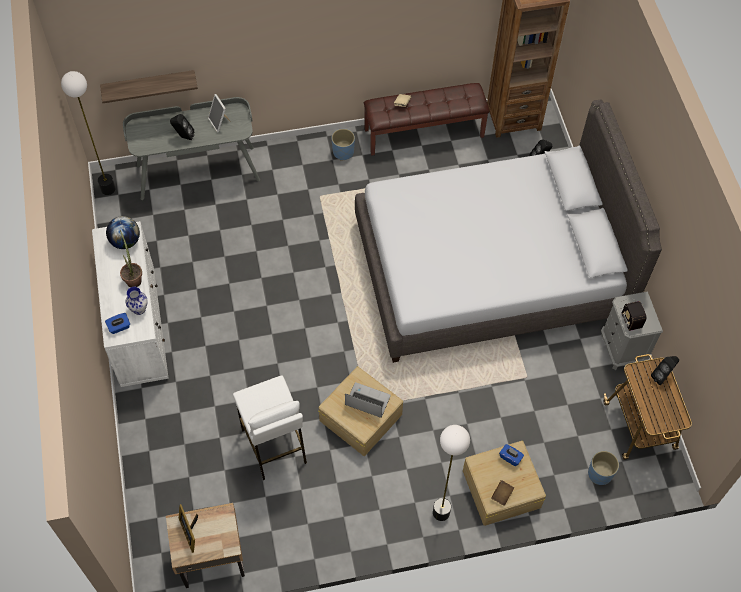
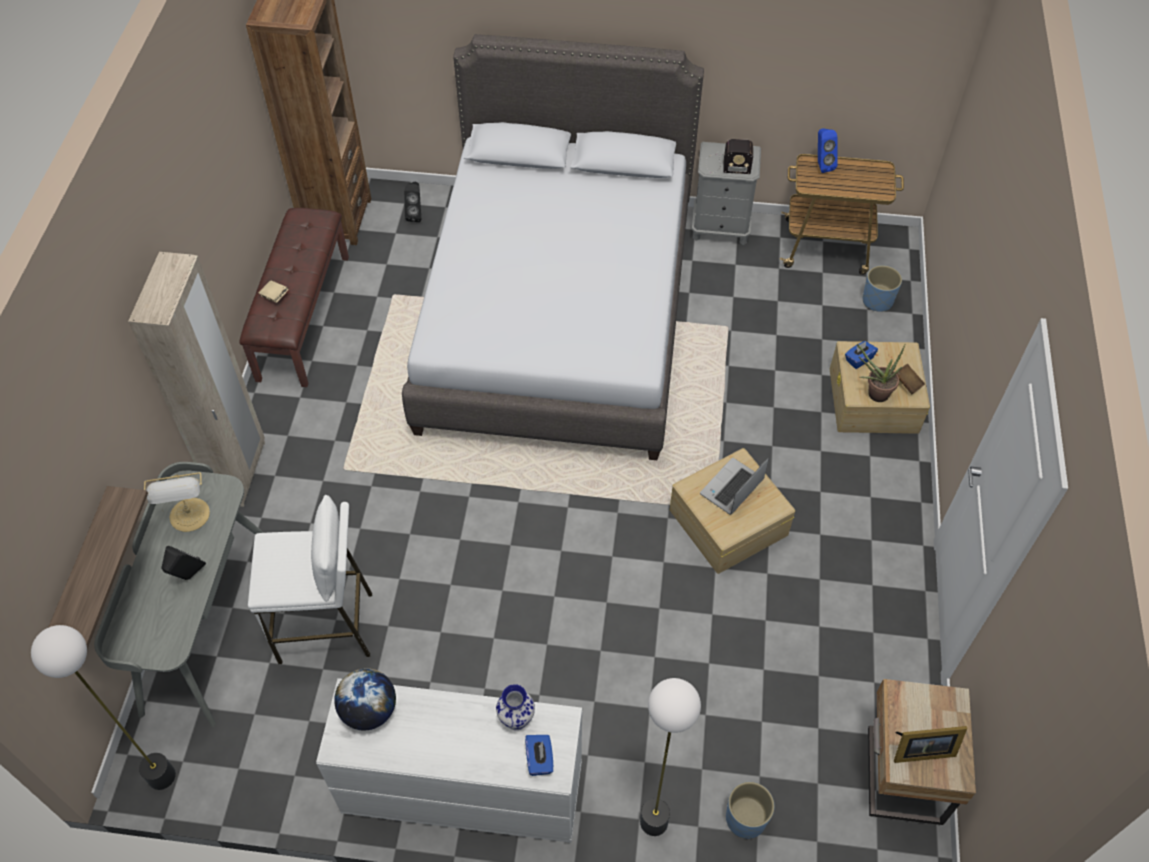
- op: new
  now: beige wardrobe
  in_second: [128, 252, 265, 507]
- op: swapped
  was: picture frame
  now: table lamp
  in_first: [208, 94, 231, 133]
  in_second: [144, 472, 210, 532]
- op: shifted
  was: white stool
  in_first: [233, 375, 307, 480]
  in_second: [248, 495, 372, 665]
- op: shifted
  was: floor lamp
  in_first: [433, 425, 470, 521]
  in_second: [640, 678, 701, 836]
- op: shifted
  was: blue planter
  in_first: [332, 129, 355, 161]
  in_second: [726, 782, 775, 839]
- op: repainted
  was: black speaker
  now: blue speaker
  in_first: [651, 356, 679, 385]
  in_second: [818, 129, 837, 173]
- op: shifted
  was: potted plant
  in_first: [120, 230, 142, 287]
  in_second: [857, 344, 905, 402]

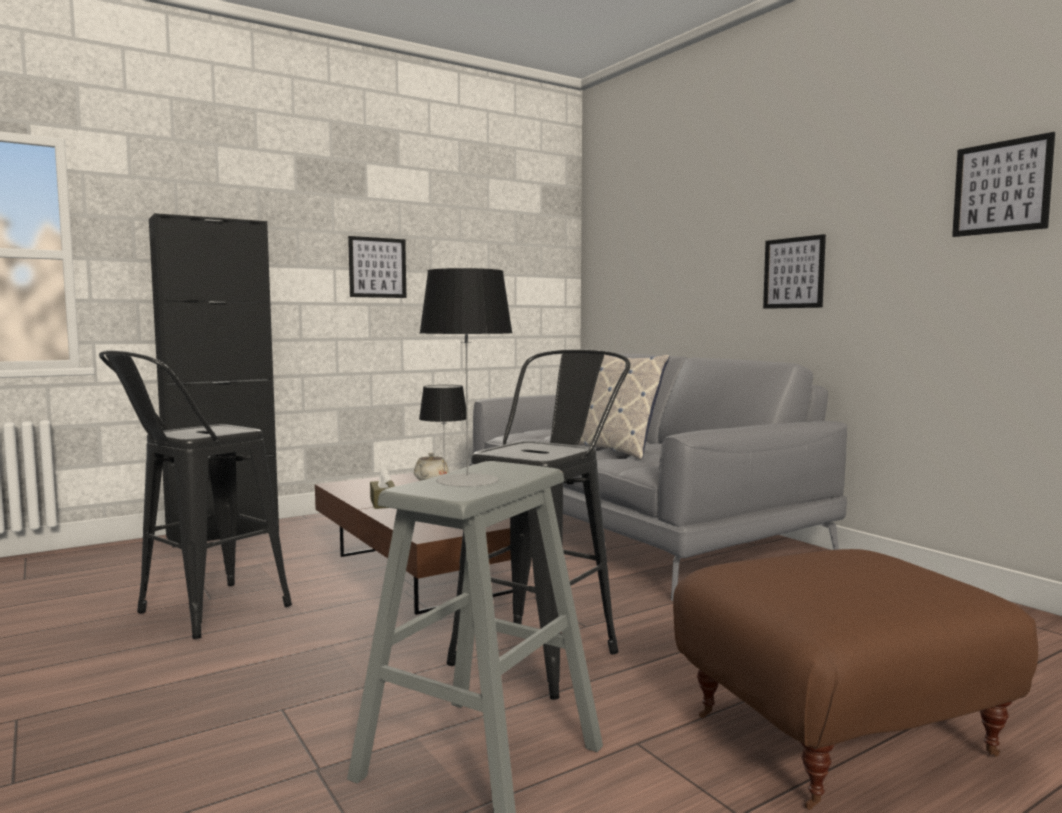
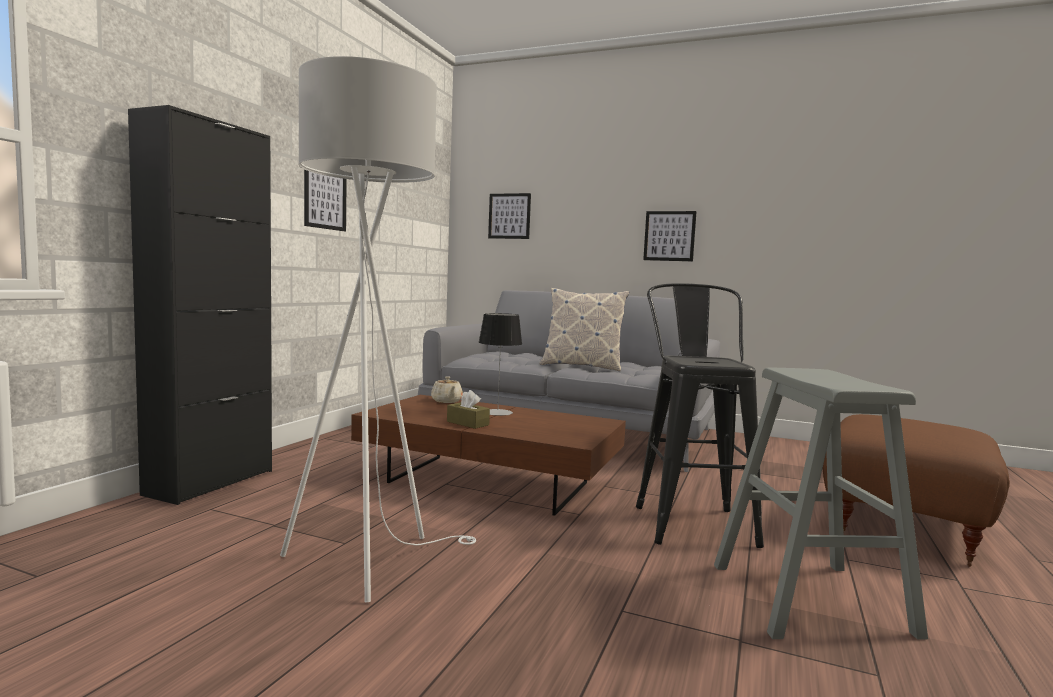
- op: swapped
  was: black stool
  now: white floor lamp
  in_first: [99, 350, 292, 639]
  in_second: [280, 56, 476, 603]
- op: shifted
  was: picture
  in_first: [952, 132, 1055, 237]
  in_second: [488, 193, 531, 239]
- op: gone
  was: table lamp
  in_first: [419, 268, 513, 487]

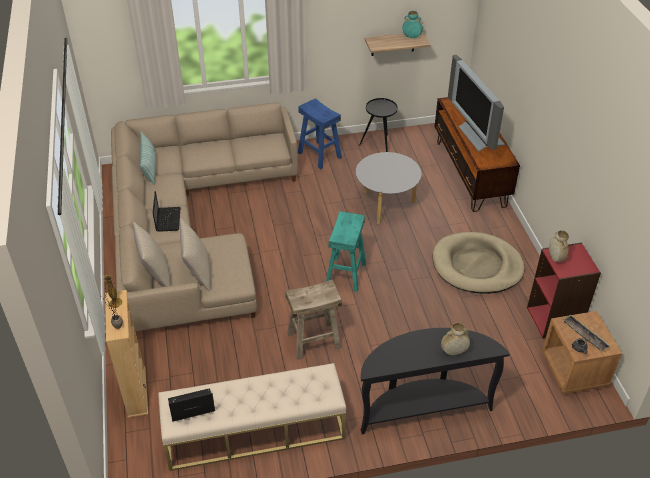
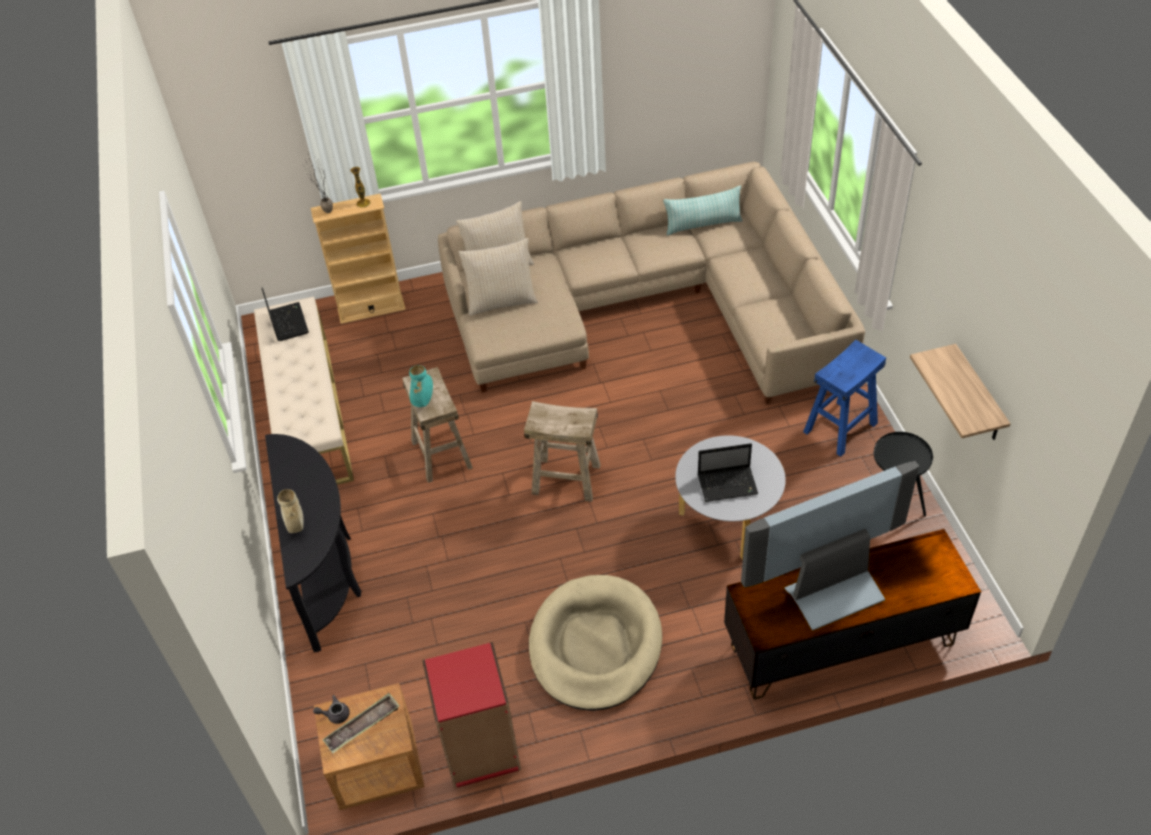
- op: shifted
  was: turquoise vase
  in_first: [402, 11, 423, 38]
  in_second: [409, 365, 433, 407]
- op: repainted
  was: turquoise stool
  now: beige stool
  in_first: [326, 211, 366, 292]
  in_second: [524, 401, 601, 502]
- op: shifted
  was: laptop
  in_first: [153, 191, 181, 232]
  in_second: [698, 443, 758, 502]
- op: gone
  was: beige vase
  in_first: [549, 230, 569, 262]

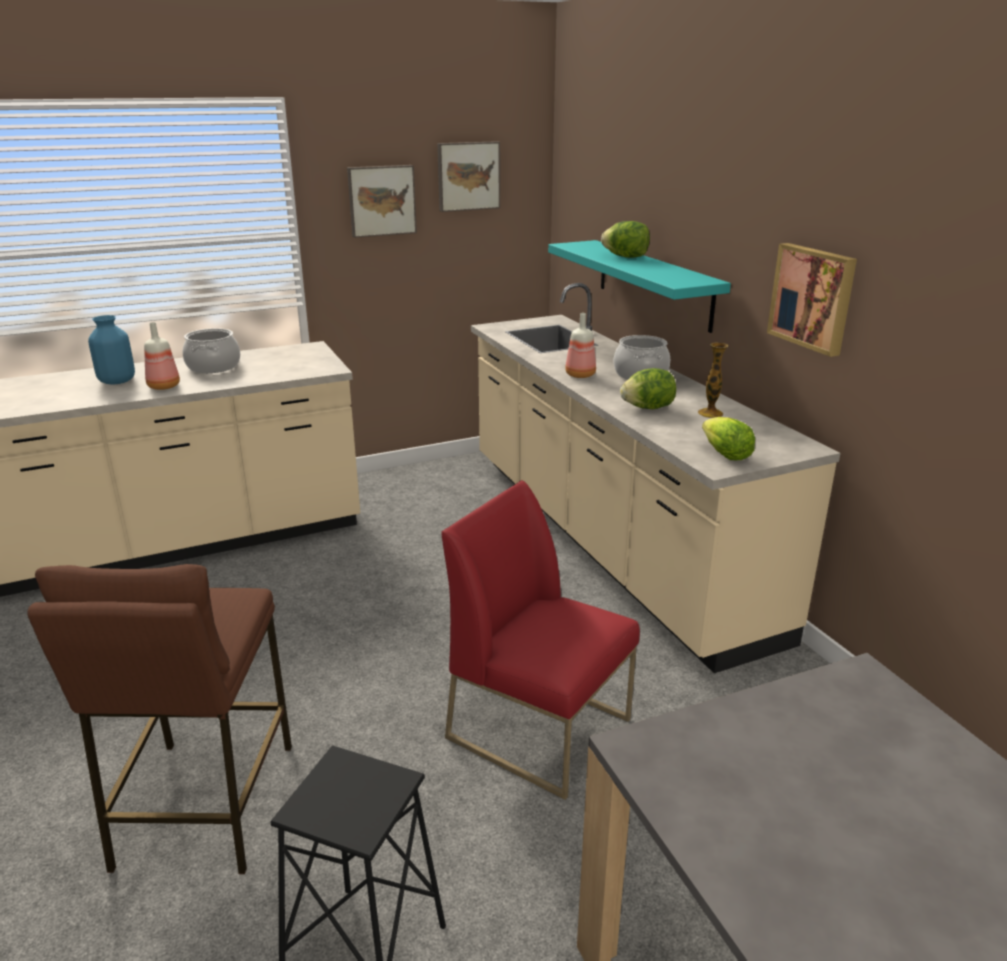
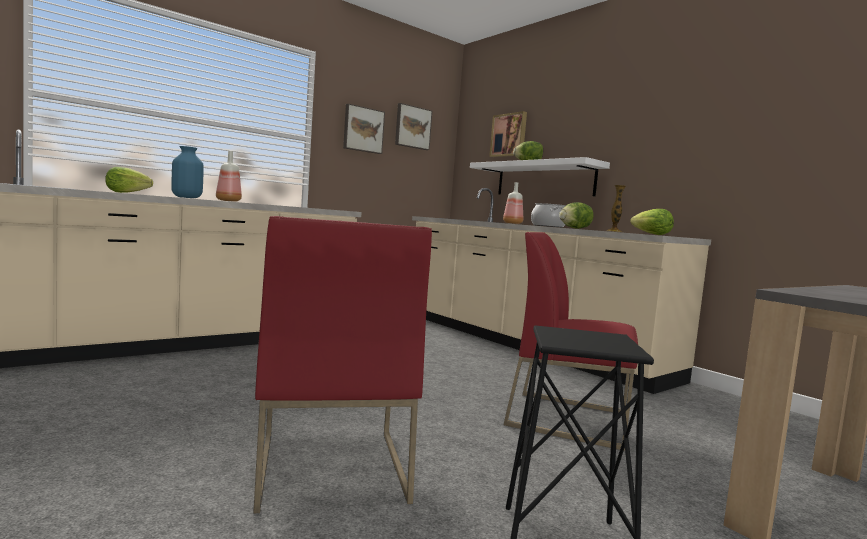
- op: new
  now: lettuce
  in_second: [106, 167, 153, 193]
- op: swapped
  was: brown stool
  now: red chair
  in_first: [27, 564, 292, 874]
  in_second: [254, 216, 432, 513]
- op: repainted
  was: turquoise shelf
  now: white shelf
  in_first: [548, 240, 731, 333]
  in_second: [470, 157, 610, 196]
- op: shifted
  was: picture
  in_first: [767, 243, 857, 357]
  in_second: [489, 111, 527, 157]
- op: gone
  was: cooking pot
  in_first: [183, 328, 240, 373]

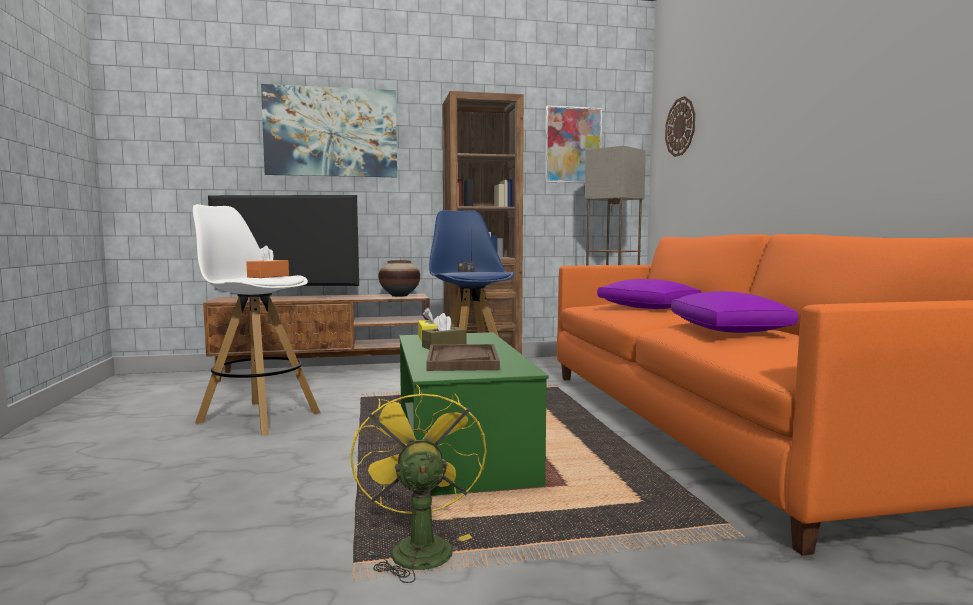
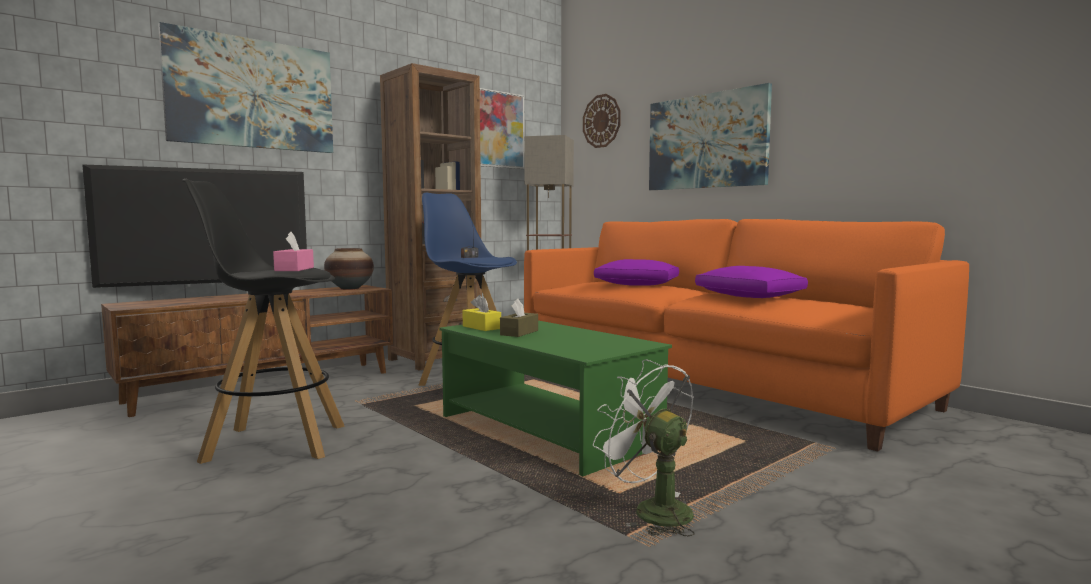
- op: repainted
  was: white stool
  now: black stool
  in_first: [193, 204, 320, 435]
  in_second: [182, 179, 345, 464]
- op: repainted
  was: orange tissue box
  now: pink tissue box
  in_first: [246, 245, 289, 278]
  in_second: [273, 232, 314, 271]
- op: repainted
  was: yellow fan
  now: white fan
  in_first: [351, 385, 487, 583]
  in_second: [593, 359, 695, 537]
- op: new
  now: picture
  in_second: [649, 83, 772, 190]
- op: gone
  was: brown tray
  in_first: [426, 344, 500, 371]

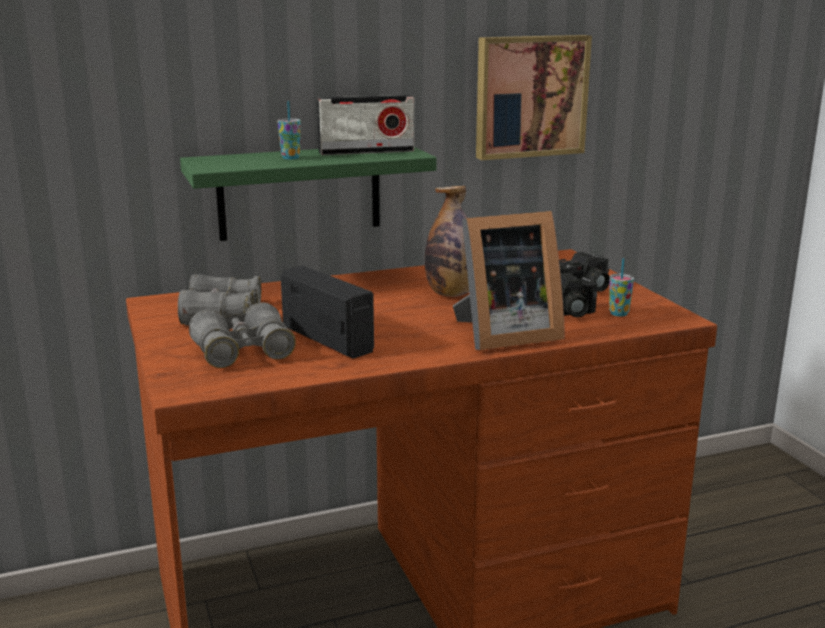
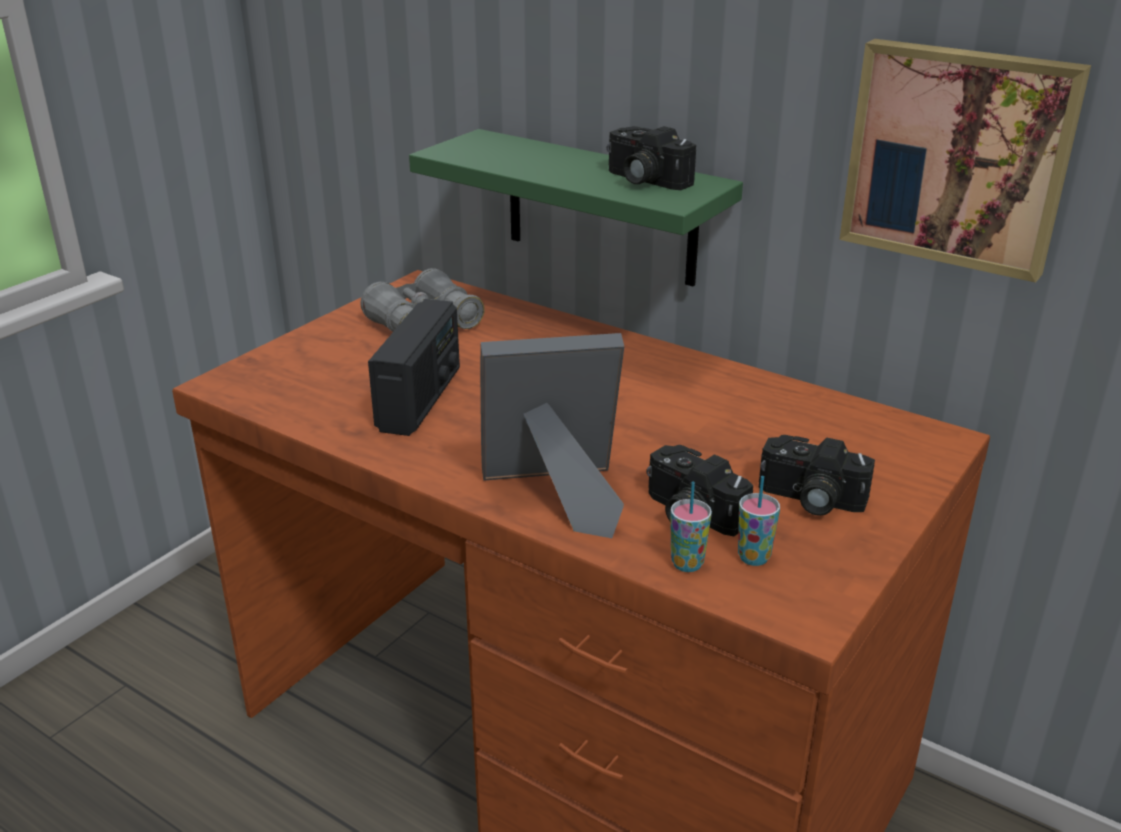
- op: rotated
  was: picture frame
  in_first: [453, 211, 564, 350]
  in_second: [480, 333, 624, 538]
  clockwise: 135
- op: swapped
  was: radio
  now: photo camera
  in_first: [317, 95, 414, 155]
  in_second: [607, 126, 696, 190]
- op: shifted
  was: cup
  in_first: [278, 101, 301, 160]
  in_second: [670, 482, 712, 572]
- op: gone
  was: grey binoculars
  in_first: [189, 302, 296, 368]
- op: gone
  was: bottle
  in_first: [425, 186, 469, 297]

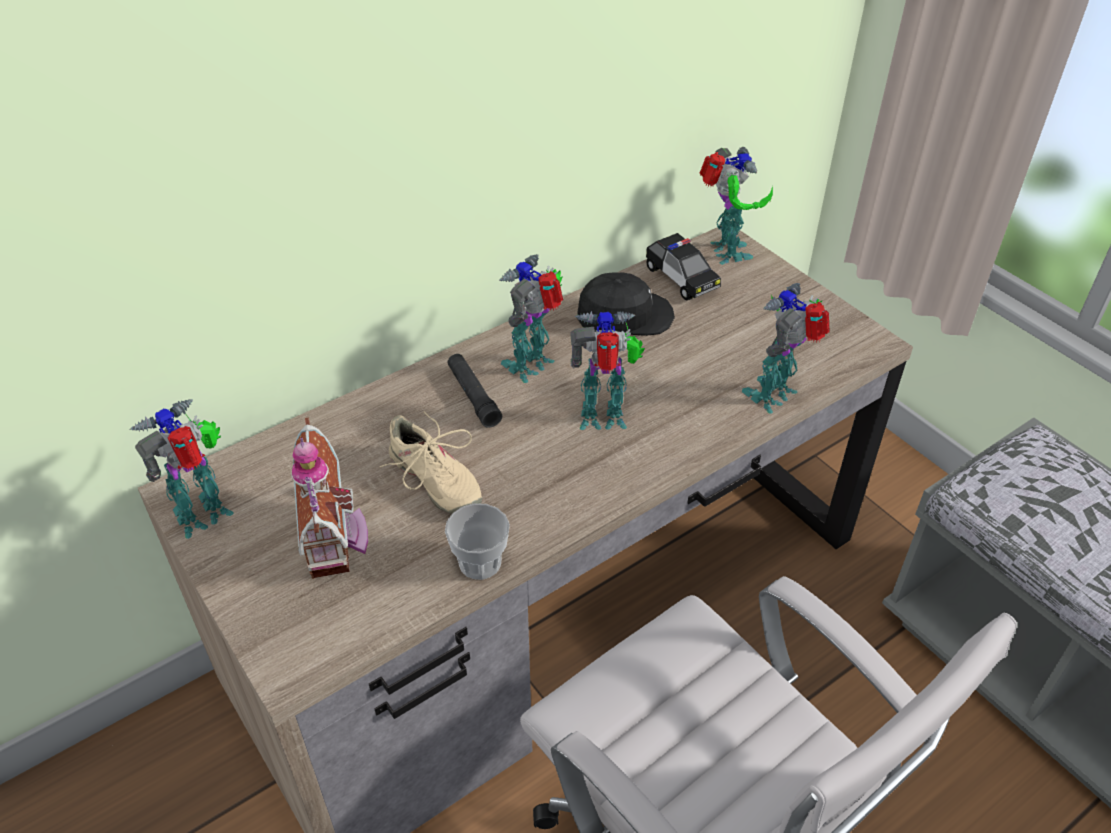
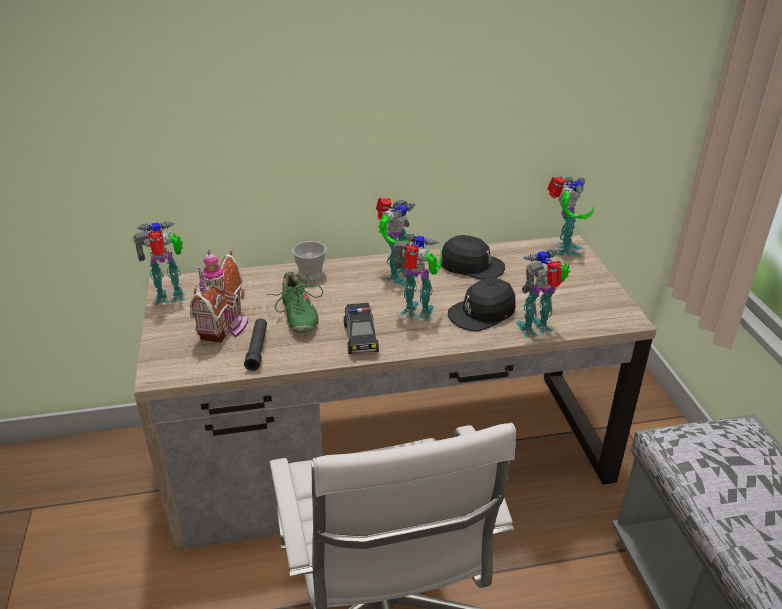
- op: shifted
  was: black flashlight
  in_first: [448, 354, 502, 428]
  in_second: [244, 318, 267, 371]
- op: repainted
  was: beige shoe
  now: green shoe
  in_first: [380, 412, 482, 514]
  in_second: [267, 271, 323, 333]
- op: shifted
  was: cup
  in_first: [445, 503, 510, 580]
  in_second: [292, 241, 326, 281]
- op: shifted
  was: toy car
  in_first: [646, 233, 721, 300]
  in_second: [344, 303, 379, 354]
- op: rotated
  was: toy robot
  in_first: [499, 254, 563, 383]
  in_second: [376, 198, 418, 286]
  clockwise: 150
- op: new
  now: black cap
  in_second: [448, 278, 516, 332]

